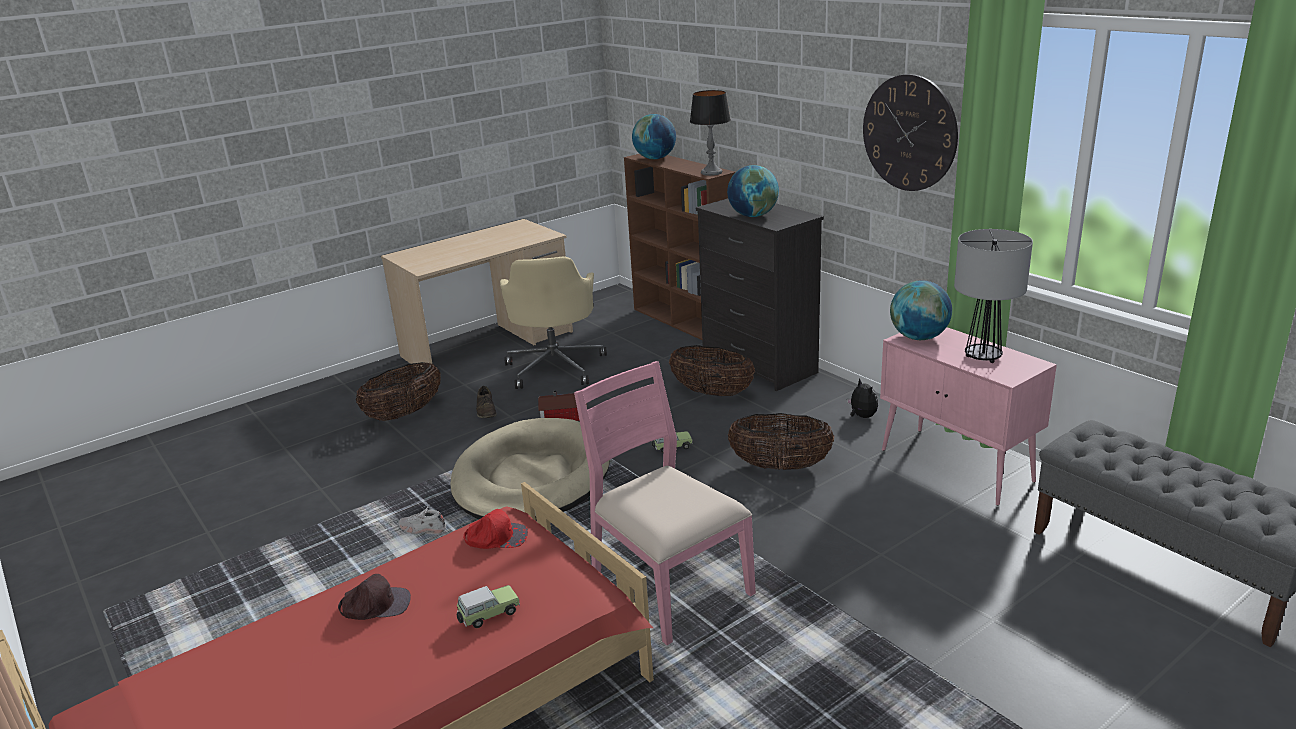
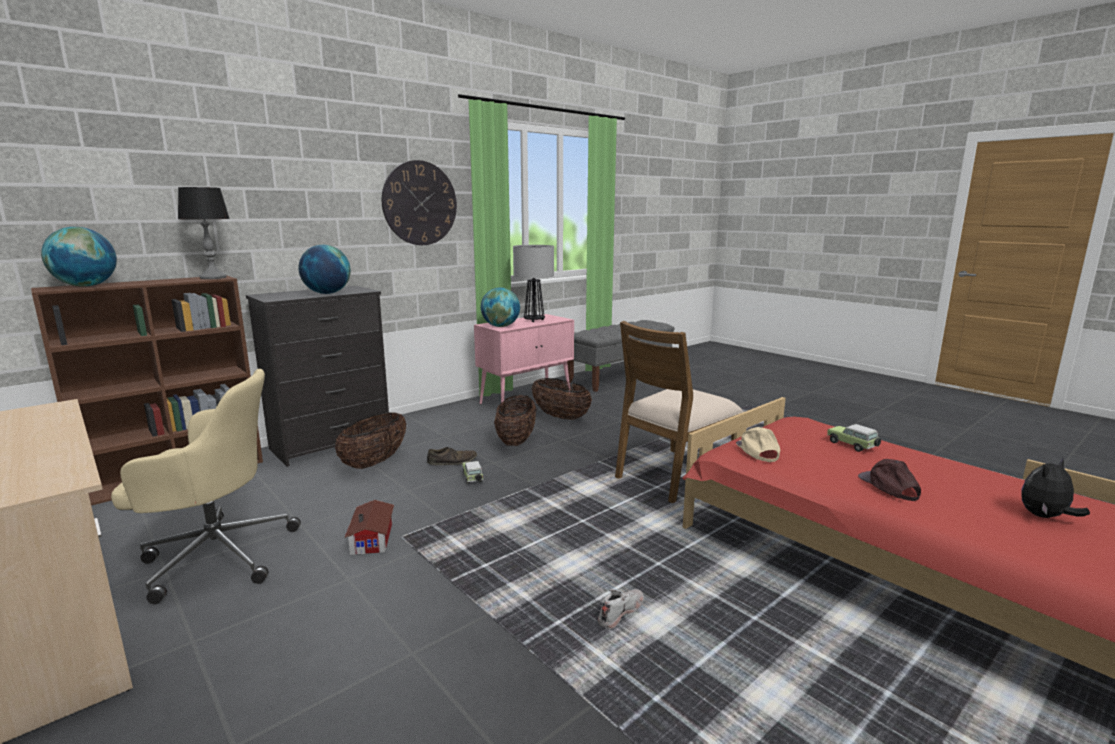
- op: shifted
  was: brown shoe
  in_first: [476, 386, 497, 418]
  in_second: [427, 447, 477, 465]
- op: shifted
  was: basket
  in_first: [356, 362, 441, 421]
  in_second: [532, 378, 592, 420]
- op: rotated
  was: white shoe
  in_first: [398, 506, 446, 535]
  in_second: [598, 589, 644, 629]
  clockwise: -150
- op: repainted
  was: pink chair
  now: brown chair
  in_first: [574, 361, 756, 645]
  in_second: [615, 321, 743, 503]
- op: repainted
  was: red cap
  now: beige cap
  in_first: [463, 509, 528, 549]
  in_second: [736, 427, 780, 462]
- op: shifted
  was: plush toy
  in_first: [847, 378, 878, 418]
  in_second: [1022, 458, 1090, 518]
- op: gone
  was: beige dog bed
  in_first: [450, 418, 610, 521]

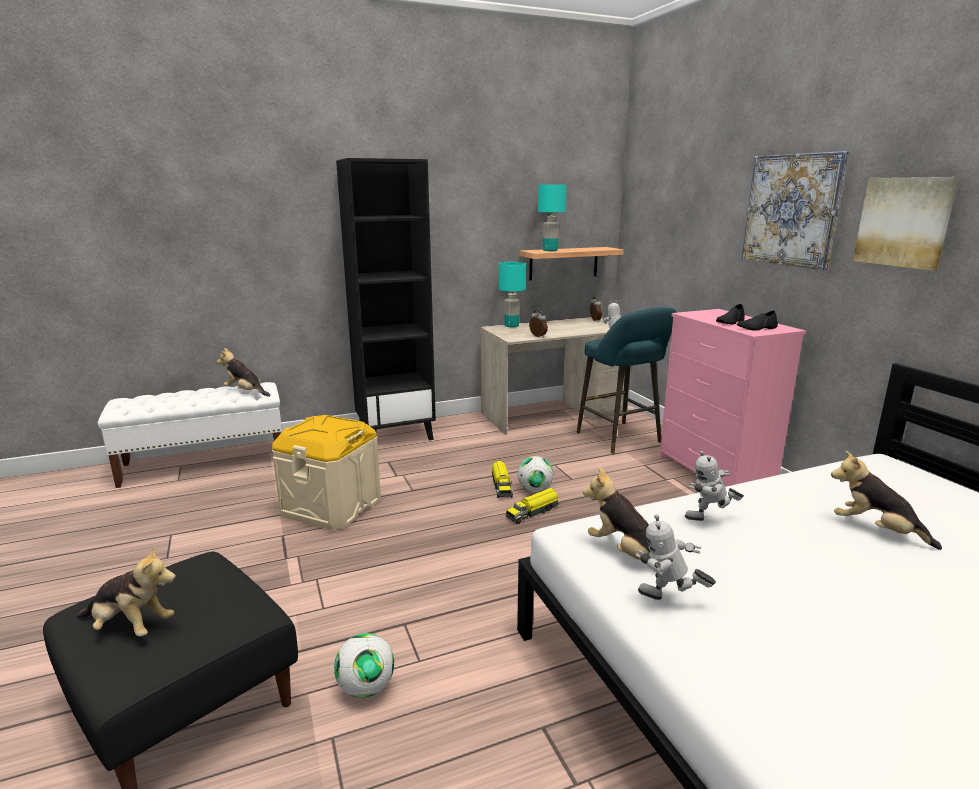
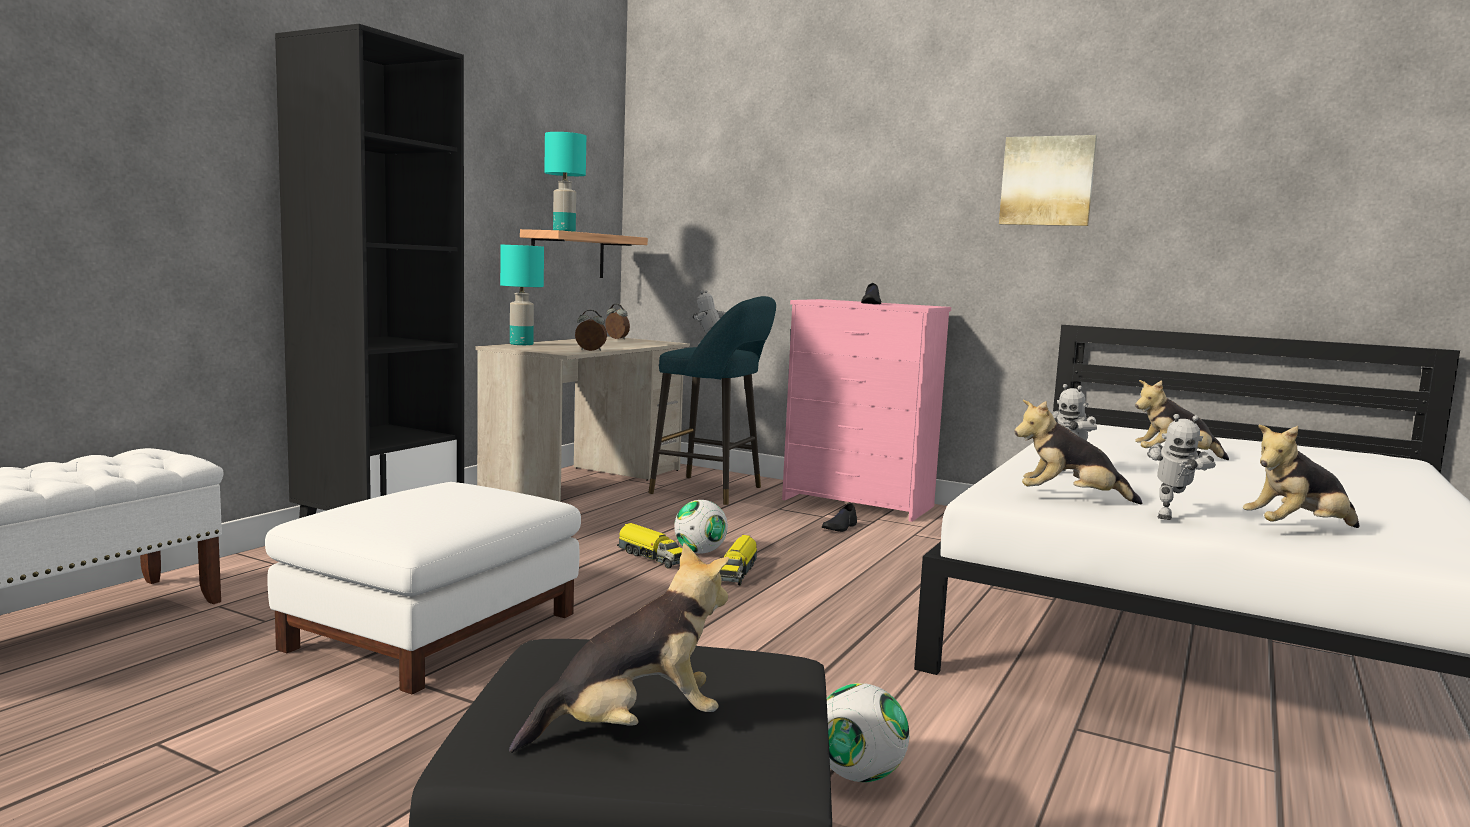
- op: swapped
  was: beige storage box
  now: white ottoman
  in_first: [272, 415, 381, 530]
  in_second: [265, 482, 581, 694]
- op: shifted
  was: black shoe
  in_first: [737, 310, 778, 331]
  in_second: [822, 503, 857, 532]
- op: rotated
  was: toy robot
  in_first: [635, 514, 716, 600]
  in_second: [1147, 414, 1216, 520]
  clockwise: -45
- op: shifted
  was: plush toy
  in_first: [217, 348, 270, 397]
  in_second: [1243, 425, 1360, 528]
- op: gone
  was: picture
  in_first: [742, 151, 849, 270]

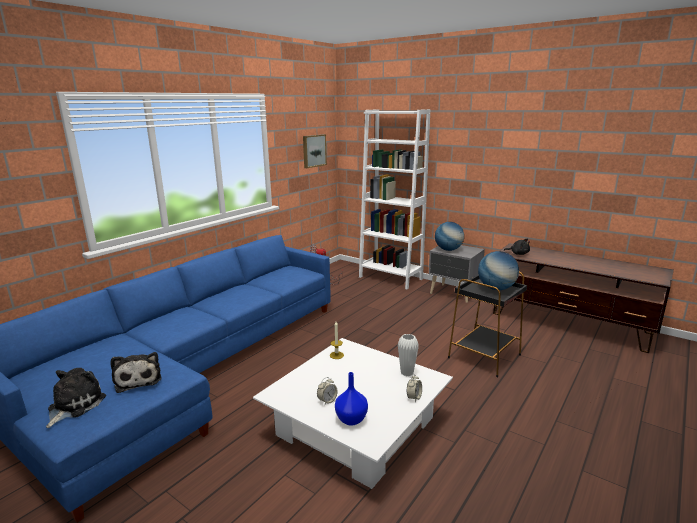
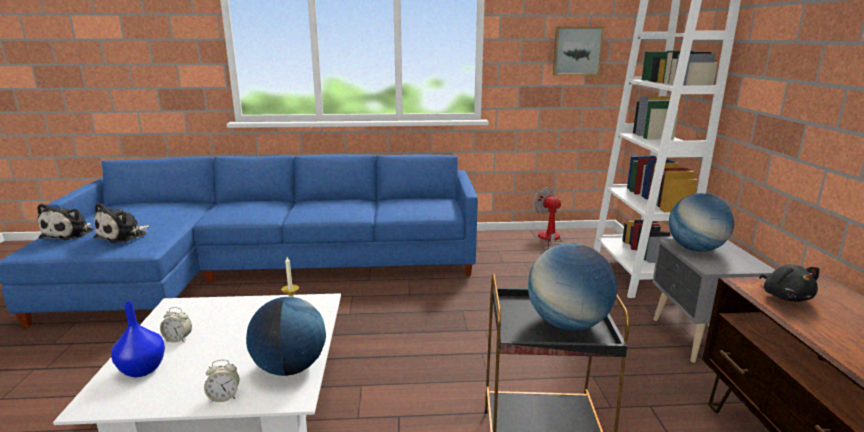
- op: rotated
  was: plush toy
  in_first: [46, 368, 106, 428]
  in_second: [38, 203, 95, 240]
  clockwise: 120
- op: swapped
  was: white vase
  now: globe
  in_first: [398, 334, 419, 376]
  in_second: [246, 297, 326, 376]

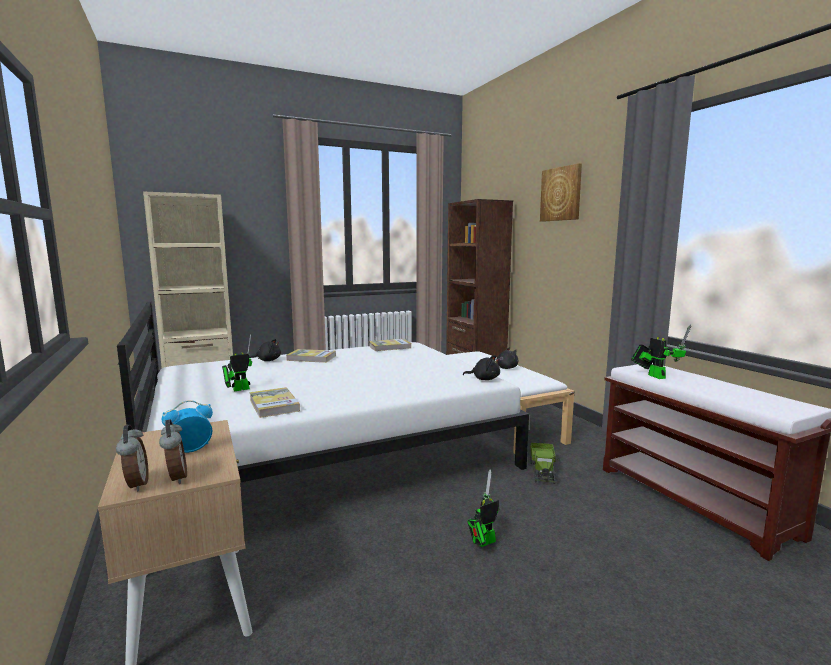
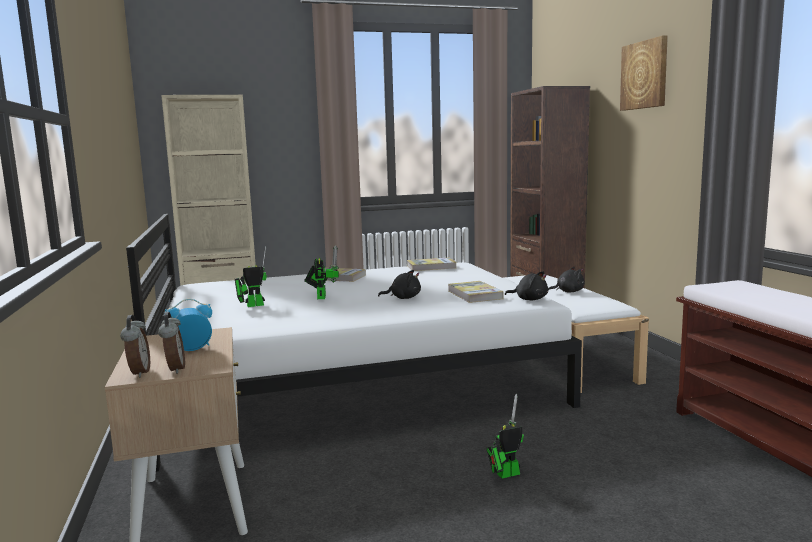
- op: shifted
  was: toy robot
  in_first: [631, 325, 691, 379]
  in_second: [304, 245, 339, 299]
- op: shifted
  was: black plush toy
  in_first: [249, 339, 281, 361]
  in_second: [378, 270, 421, 299]
- op: shifted
  was: book
  in_first: [249, 387, 300, 418]
  in_second: [448, 281, 504, 303]
- op: gone
  was: toy truck
  in_first: [530, 443, 559, 484]

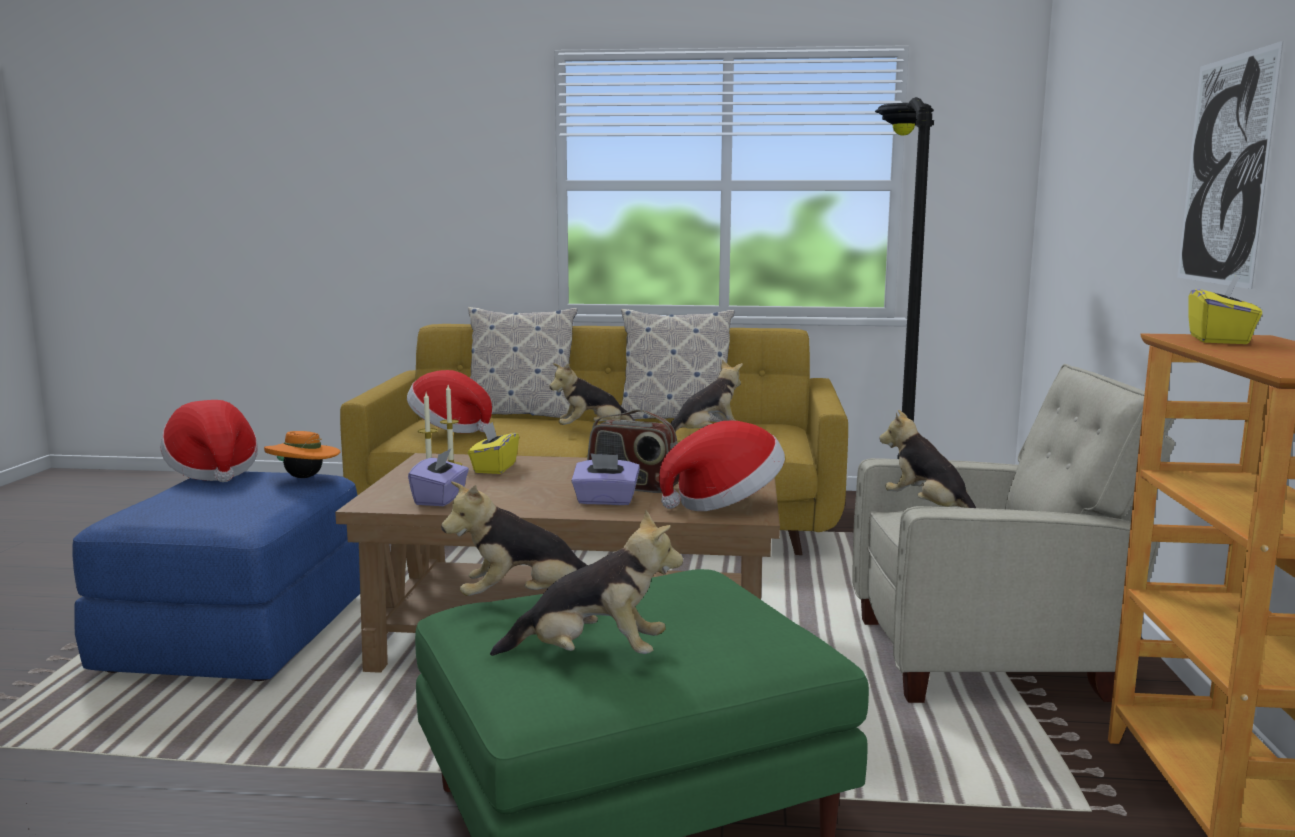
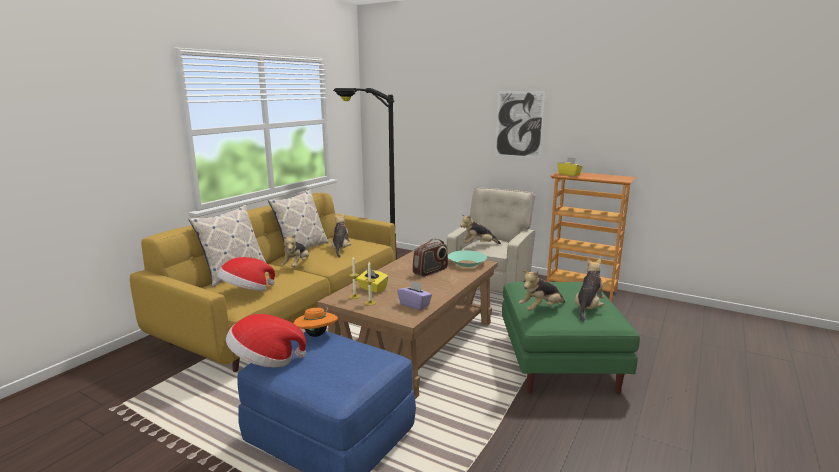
- op: swapped
  was: hat
  now: turquoise bowl
  in_first: [659, 421, 785, 511]
  in_second: [448, 250, 487, 267]
- op: rotated
  was: plush toy
  in_first: [441, 481, 588, 596]
  in_second: [519, 270, 565, 311]
  clockwise: 45
- op: gone
  was: purple tissue box
  in_first: [571, 453, 640, 505]

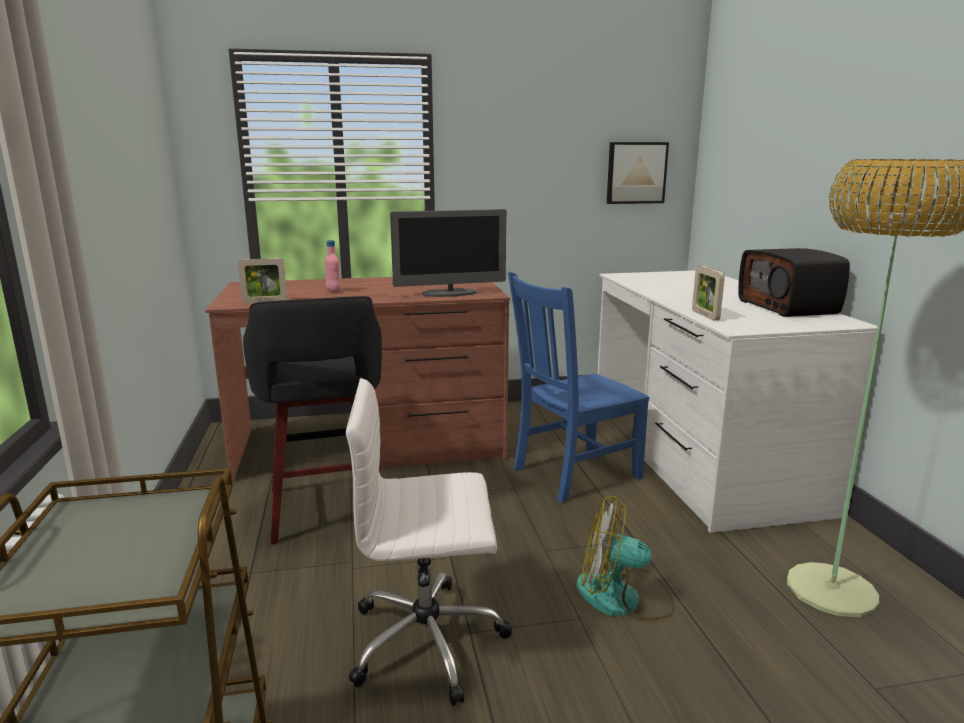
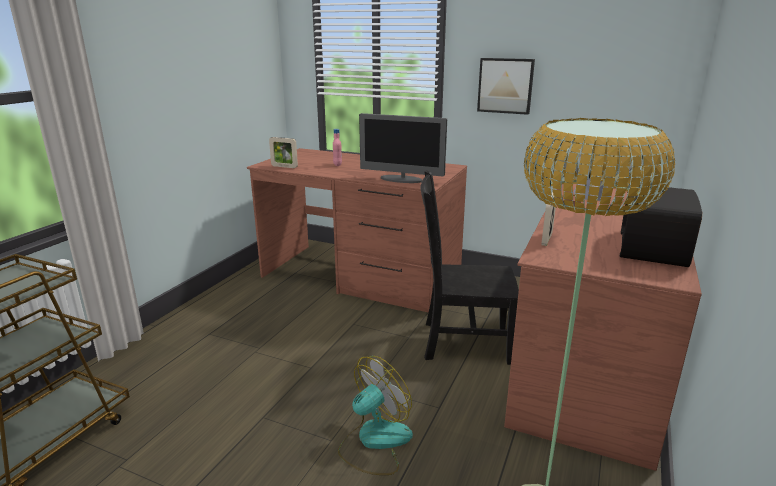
- op: rotated
  was: fan
  in_first: [576, 496, 675, 621]
  in_second: [338, 356, 413, 475]
  clockwise: 90
- op: repainted
  was: blue chair
  now: black chair
  in_first: [508, 271, 649, 503]
  in_second: [420, 170, 519, 365]
- op: shifted
  was: picture
  in_first: [607, 142, 669, 204]
  in_second: [477, 58, 535, 115]
- op: repainted
  was: white desk
  now: brown desk
  in_first: [598, 270, 882, 533]
  in_second: [504, 184, 702, 471]
- op: gone
  was: black stool
  in_first: [243, 296, 382, 545]
- op: gone
  was: white office chair
  in_first: [346, 378, 512, 706]

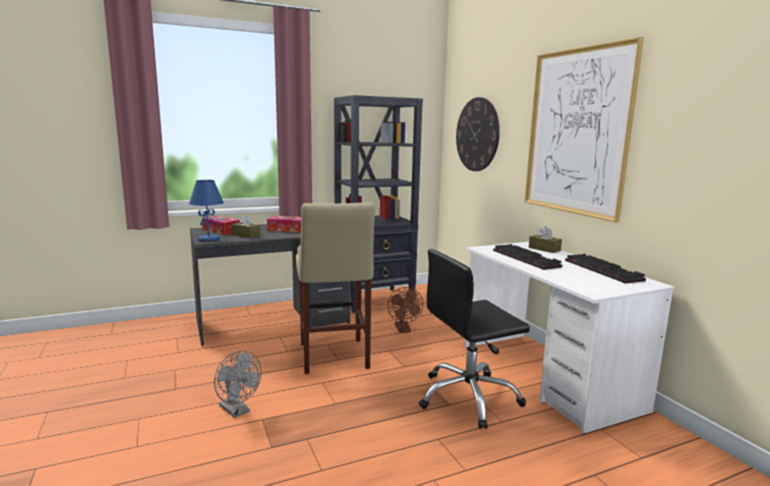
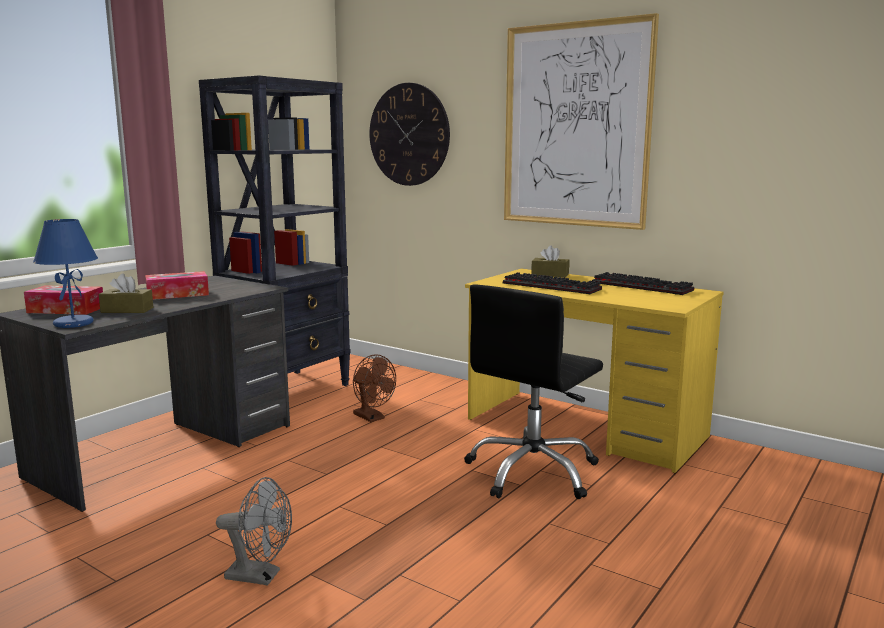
- op: repainted
  was: white desk
  now: yellow desk
  in_first: [465, 242, 675, 434]
  in_second: [465, 269, 724, 473]
- op: gone
  was: beige stool
  in_first: [296, 202, 375, 374]

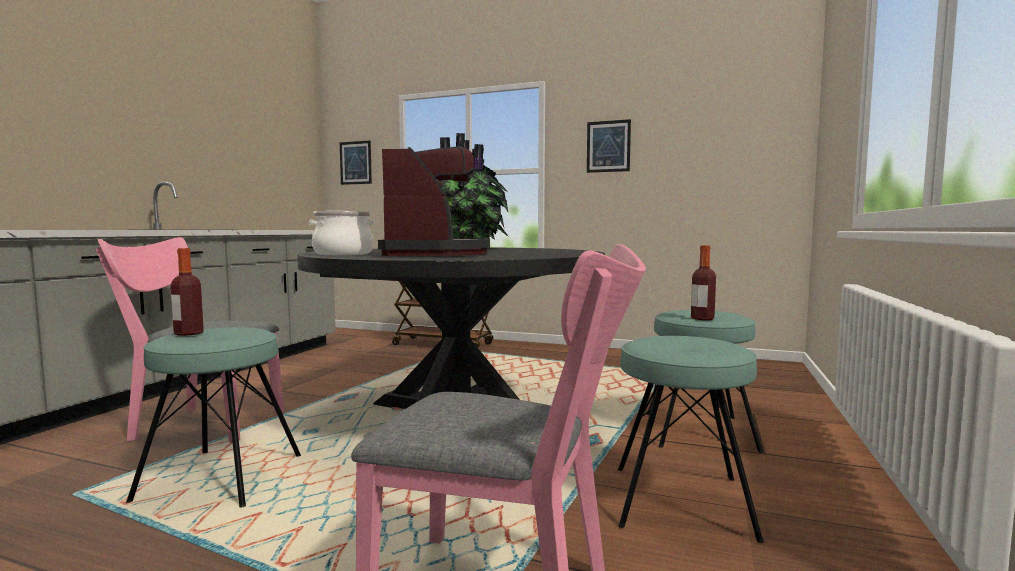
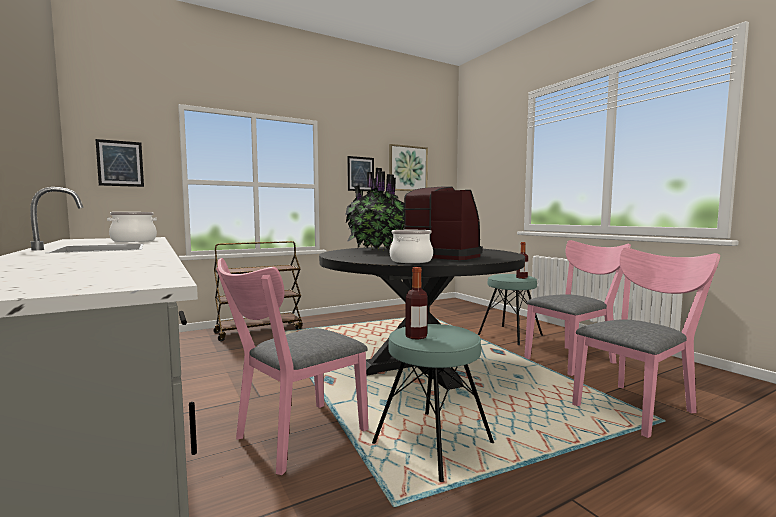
- op: new
  now: cooking pot
  in_second: [107, 212, 157, 242]
- op: new
  now: picture
  in_second: [389, 144, 428, 191]
- op: swapped
  was: turquoise stool
  now: pink chair
  in_first: [618, 336, 764, 543]
  in_second: [524, 240, 631, 376]

